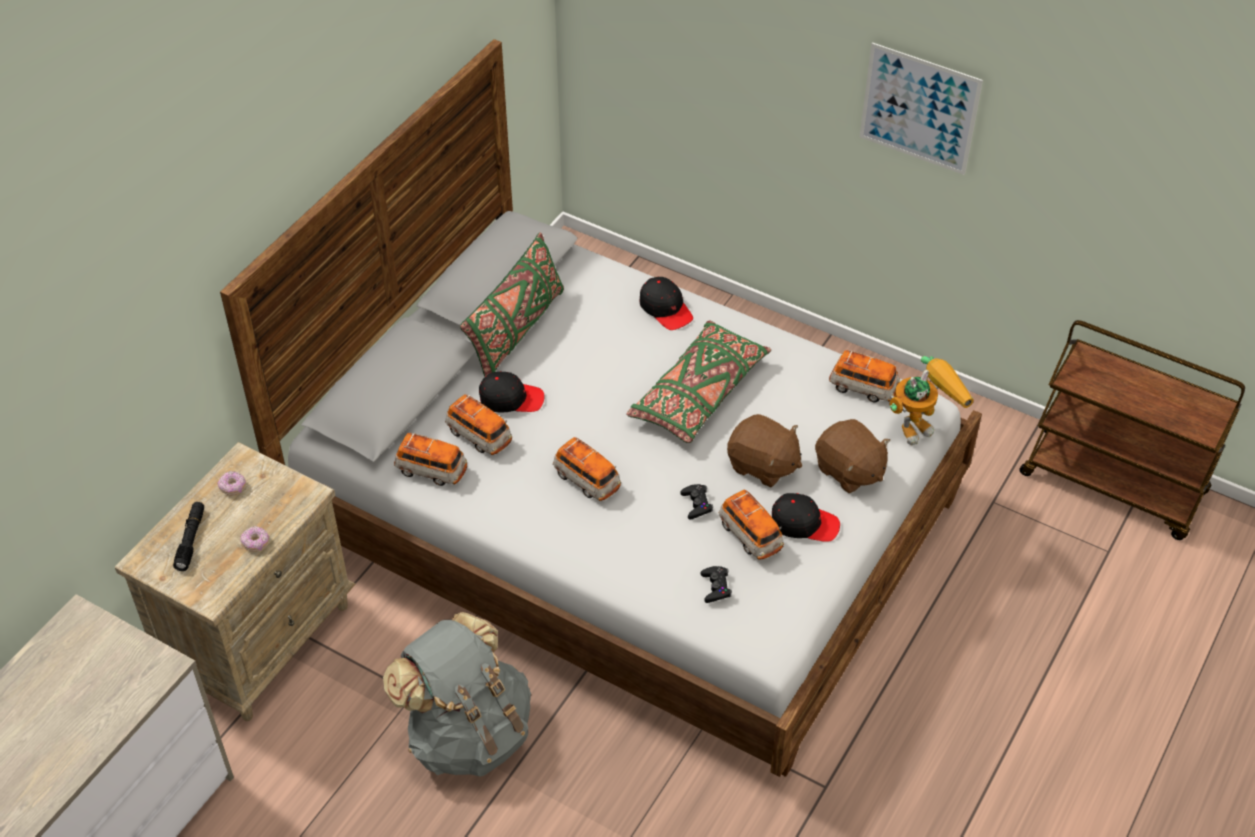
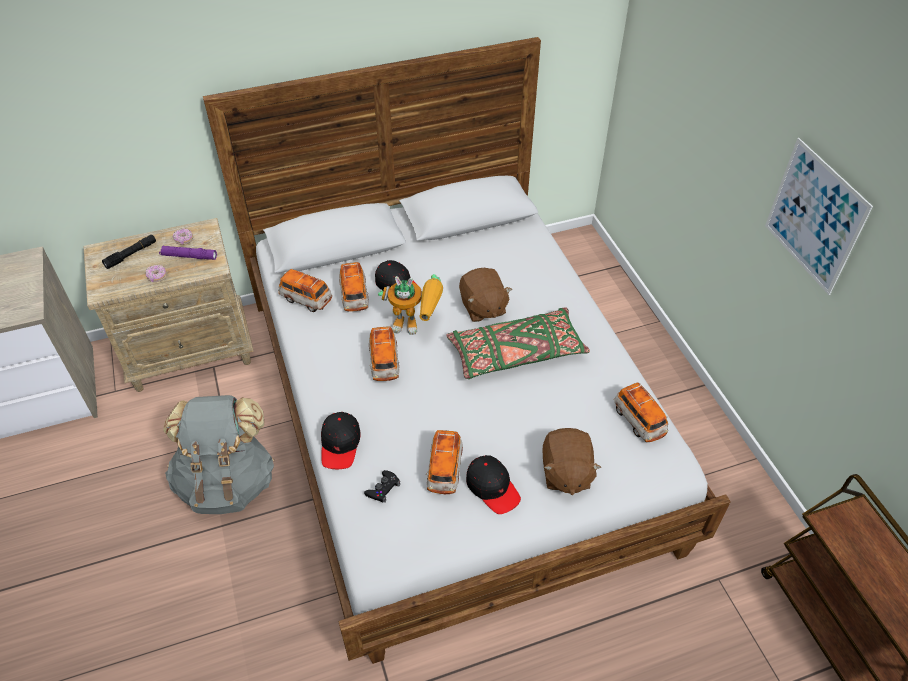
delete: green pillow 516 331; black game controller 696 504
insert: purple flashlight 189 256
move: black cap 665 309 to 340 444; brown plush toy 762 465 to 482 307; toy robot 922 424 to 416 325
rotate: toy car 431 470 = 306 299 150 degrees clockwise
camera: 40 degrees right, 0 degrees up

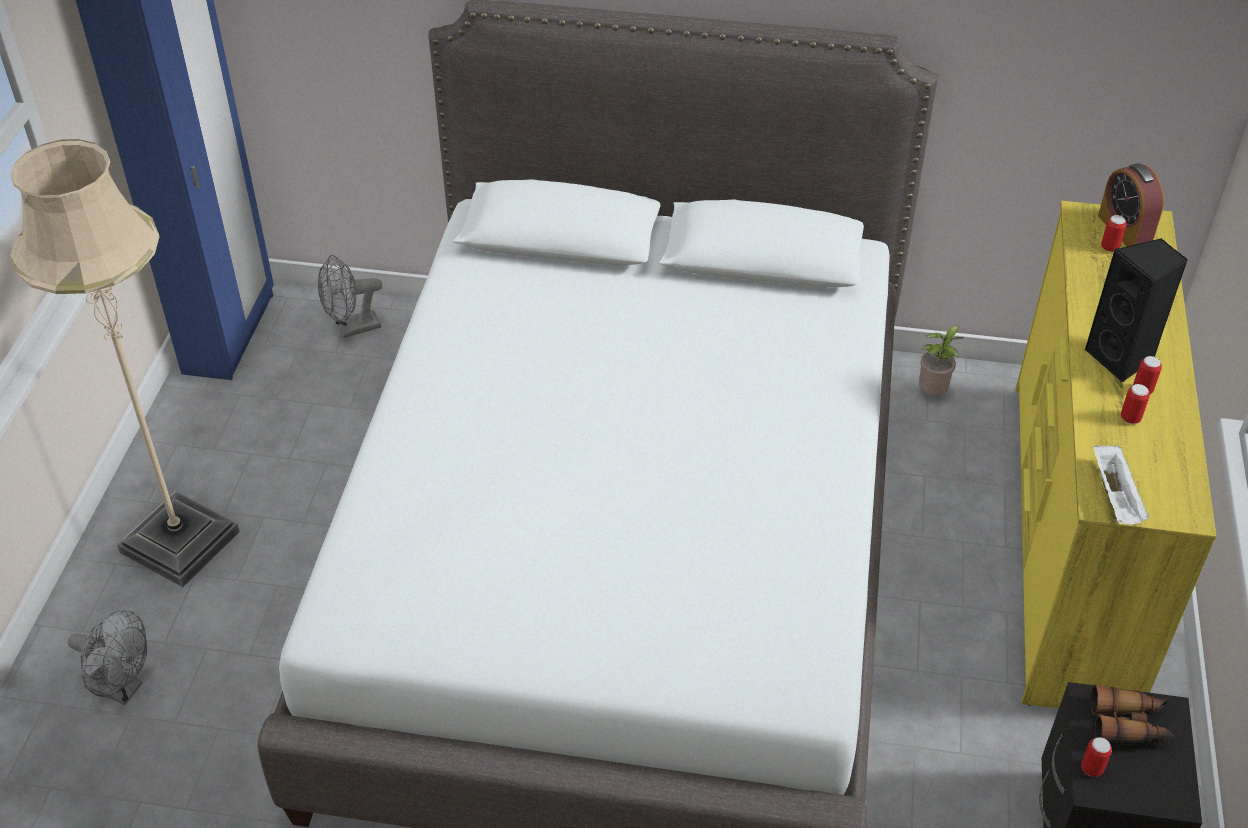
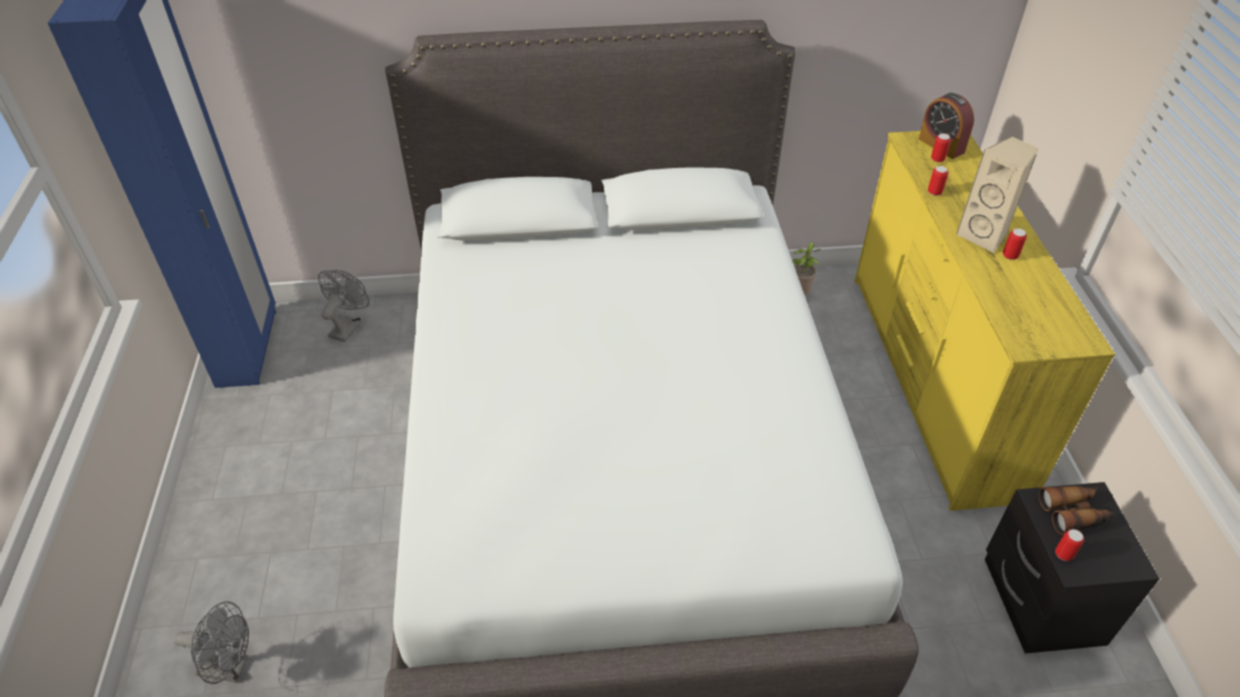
delete: beige floor lamp 180 542; white tray 1116 497
move: can 1130 418 to 934 192
recolor: black speaker 1122 358 to beige speaker 984 236
rotate: grey fan 352 329 = 348 326 150 degrees clockwise
camera: 15 degrees left, 0 degrees up

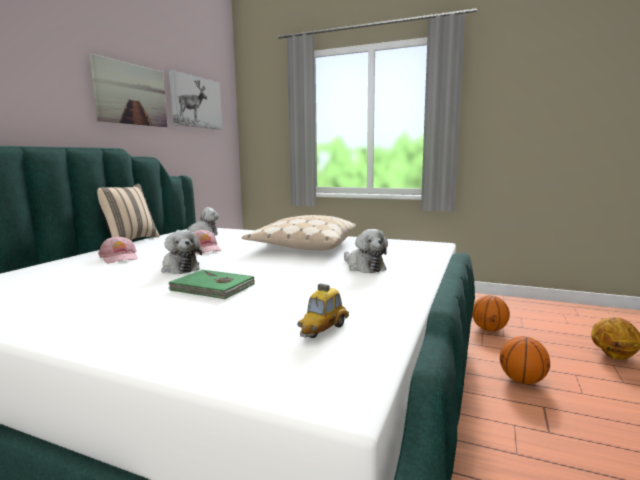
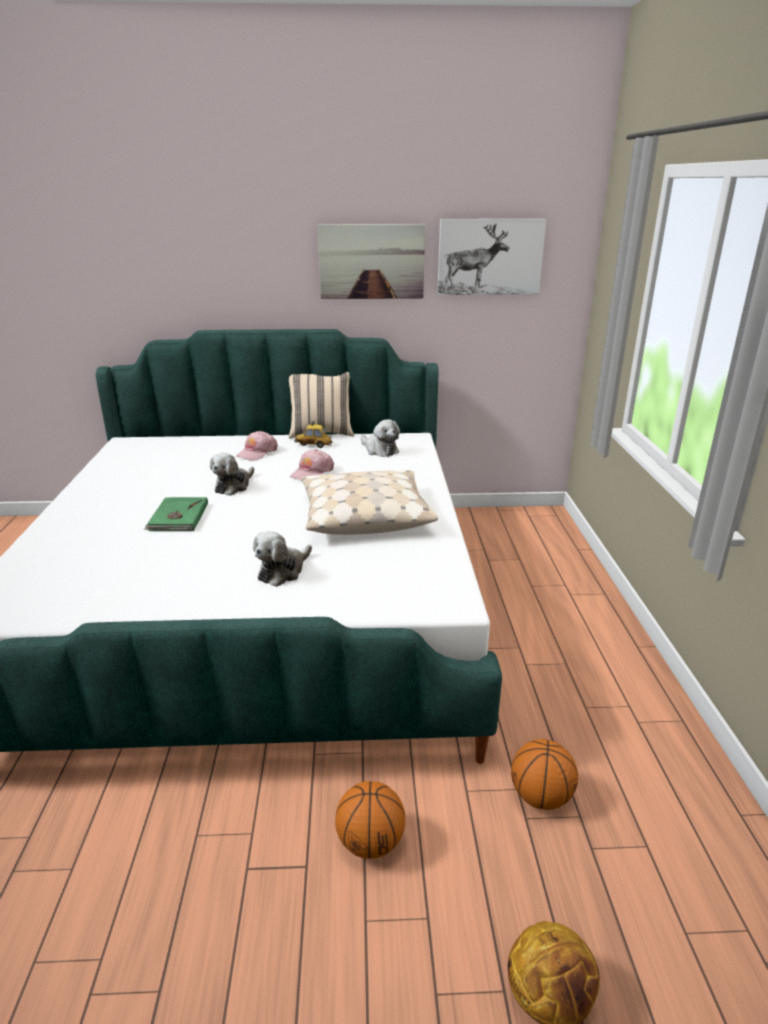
move: toy car 323 330 to 313 445
camera: 65 degrees right, 15 degrees up

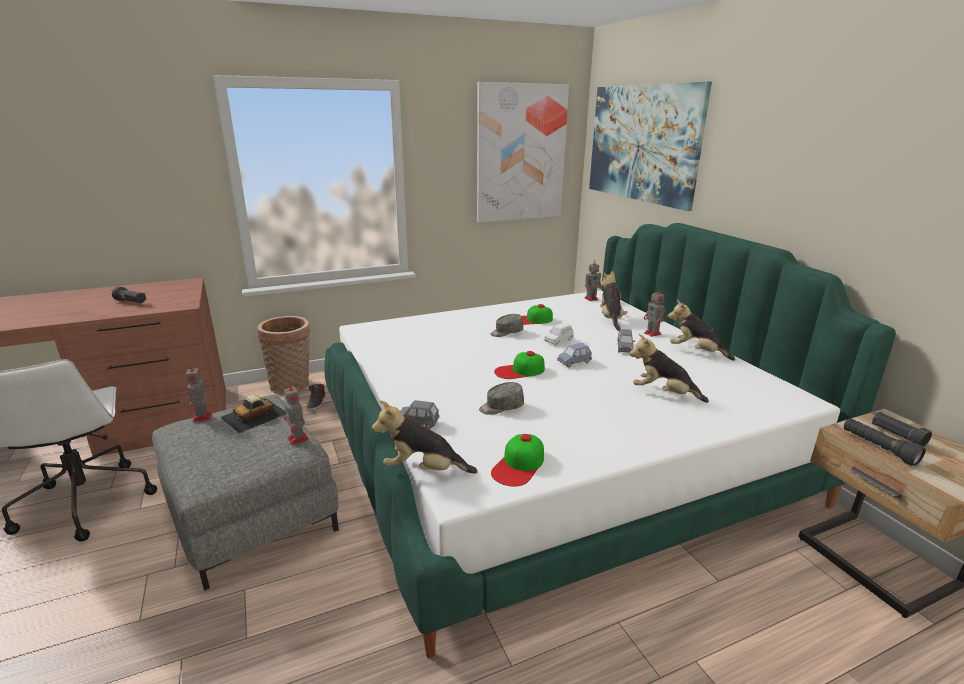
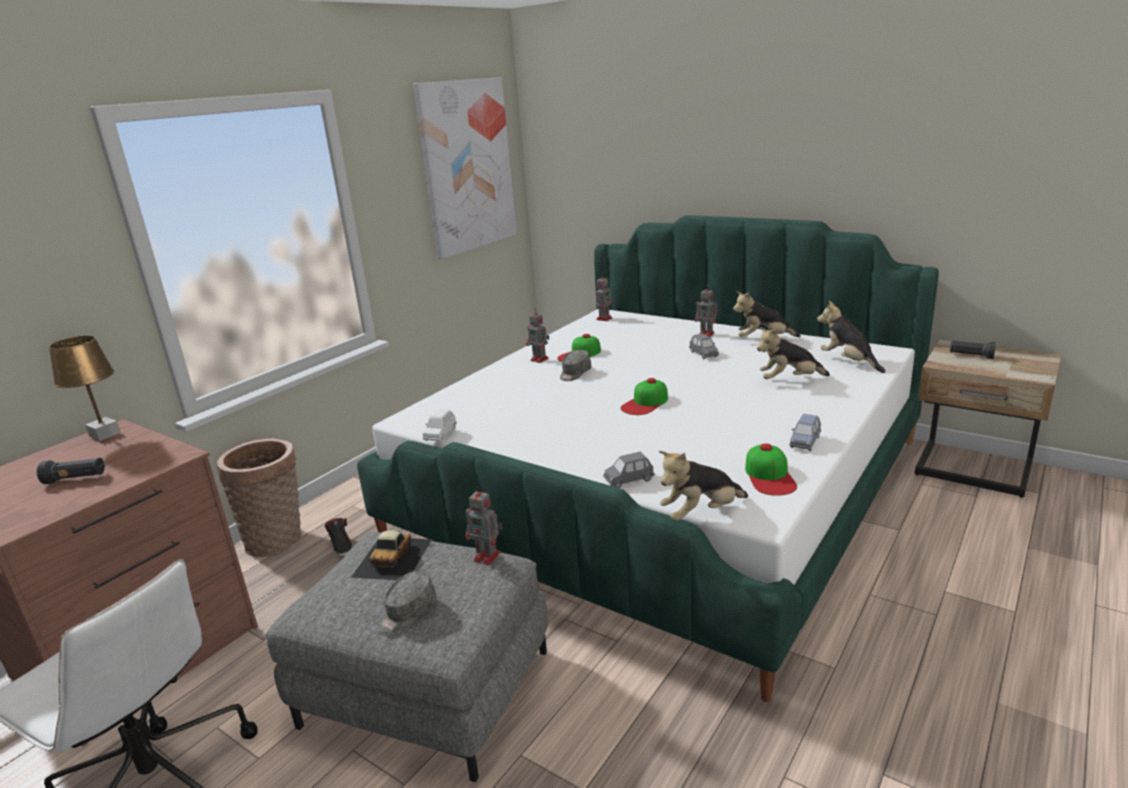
delete: picture 642 143; black flashlight 878 448
insert: brown table lamp 105 434
move: toy robot 202 417 to 540 359; grey cap 501 407 to 407 613; white toy car 558 341 to 440 435; blue toy car 574 362 to 805 442; plush toy 610 319 to 848 362
camera: 30 degrees left, 0 degrees up

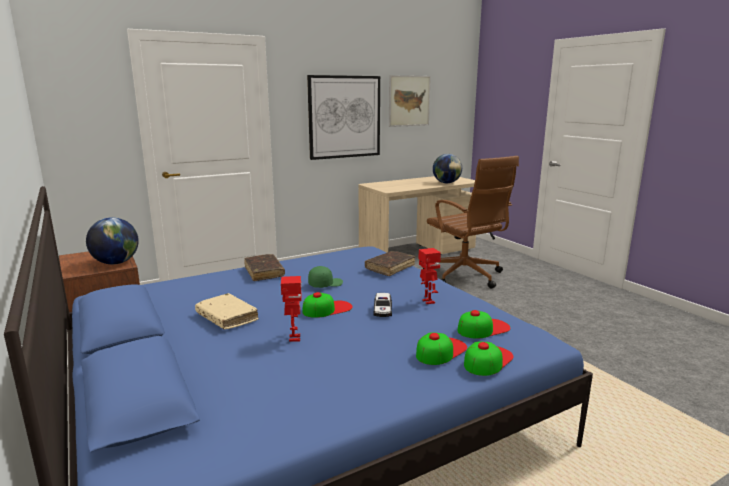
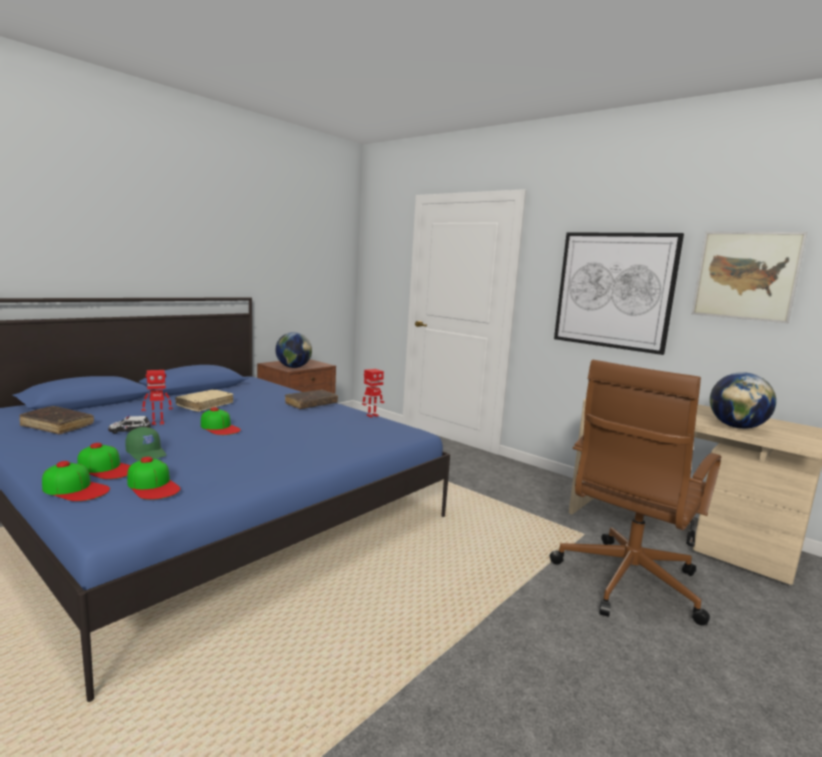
move: green cap 325 284 to 147 453; brown book 390 268 to 57 426; toy car 382 310 to 129 430; toy robot 427 301 to 372 415
camera: 70 degrees right, 5 degrees down

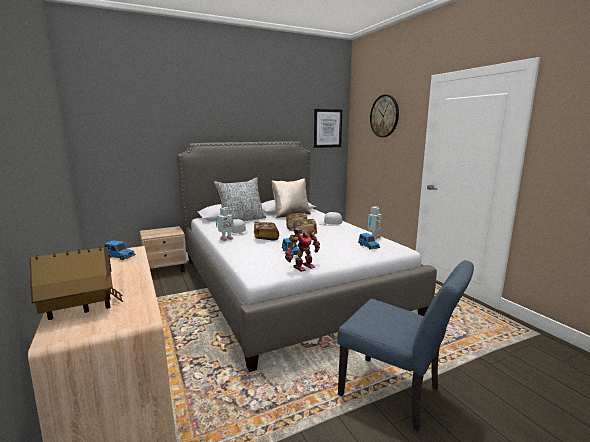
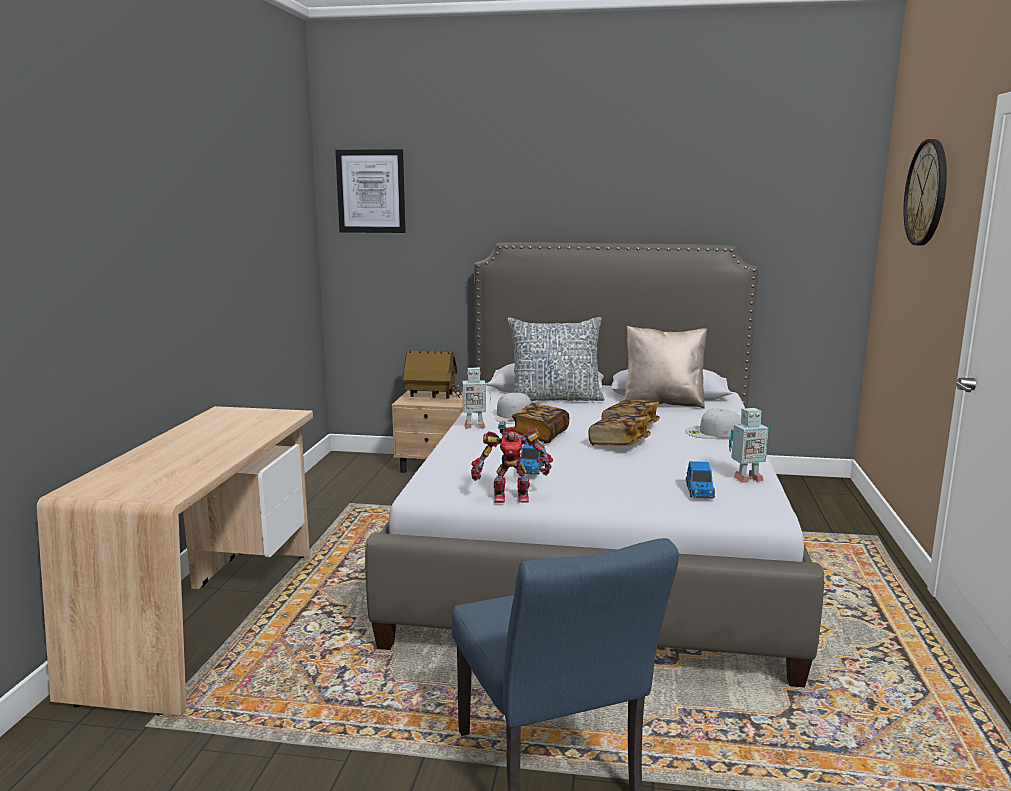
delete: toy car 120 257
move: toy house 80 309 to 431 396; picture 327 128 to 371 191
camera: 35 degrees right, 0 degrees up

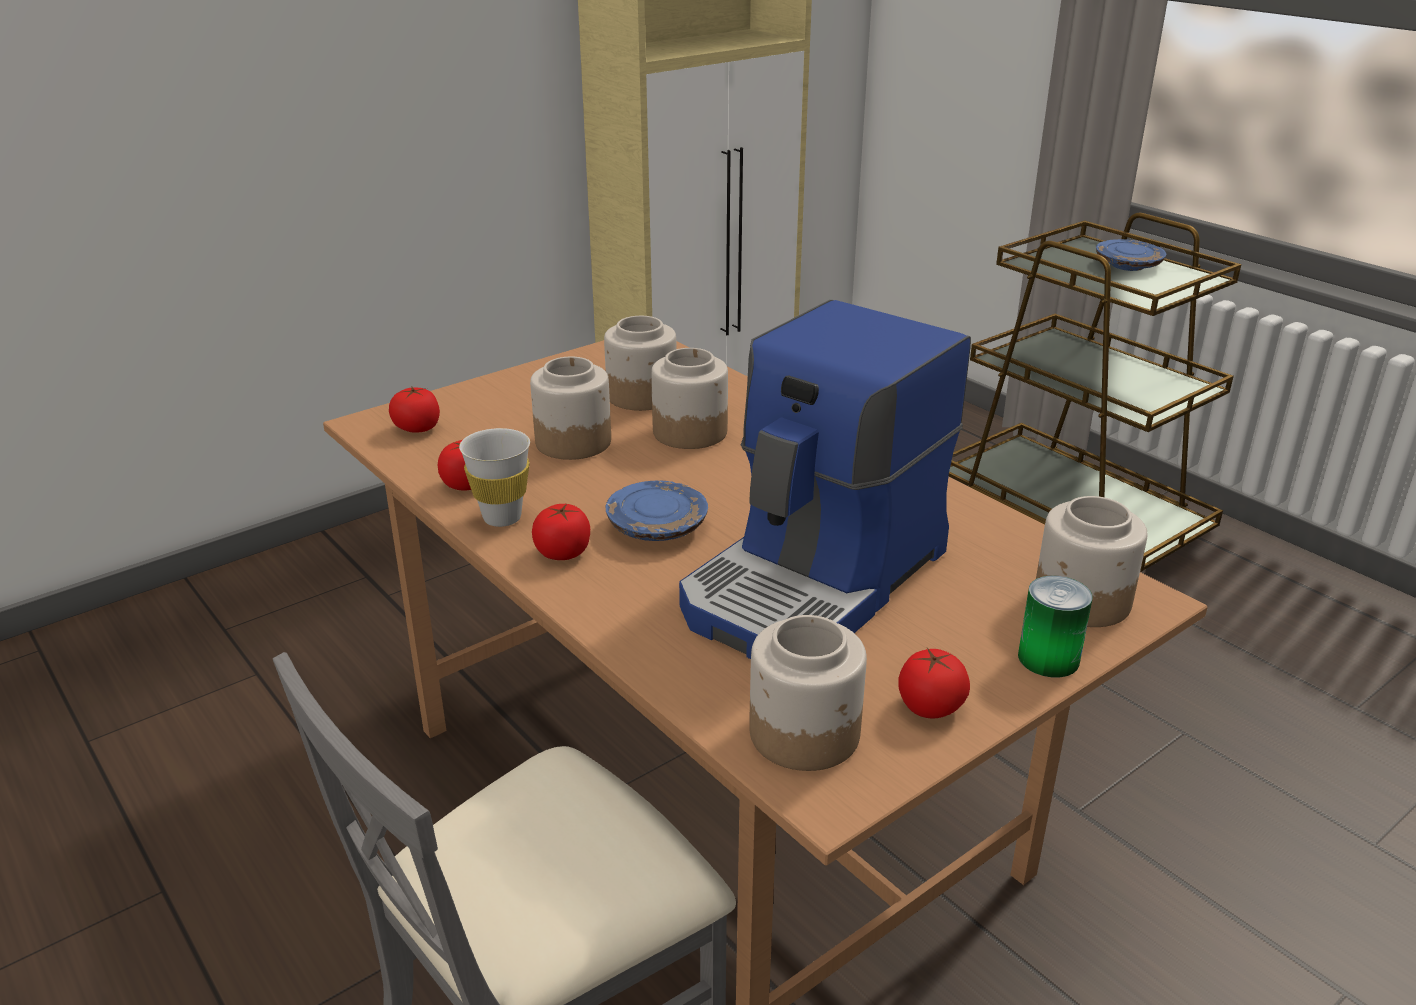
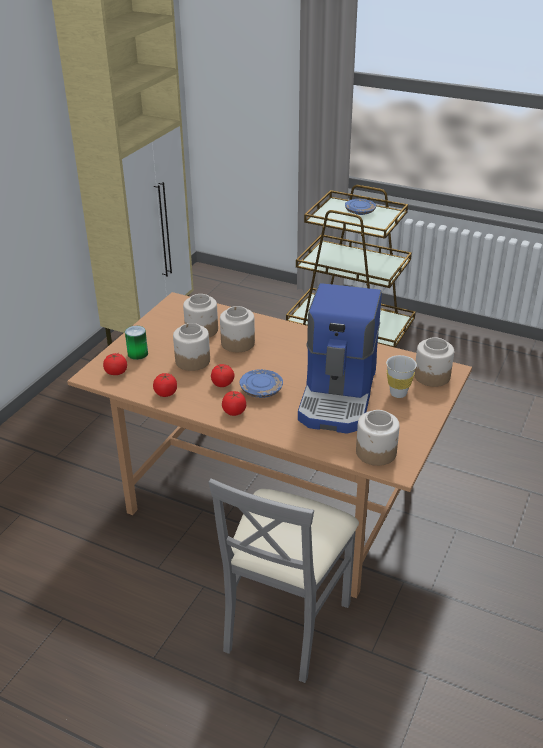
move: white cup 502 518 to 398 393; tomato 930 707 to 222 384; can 1048 658 to 137 353
camera: 25 degrees left, 5 degrees up

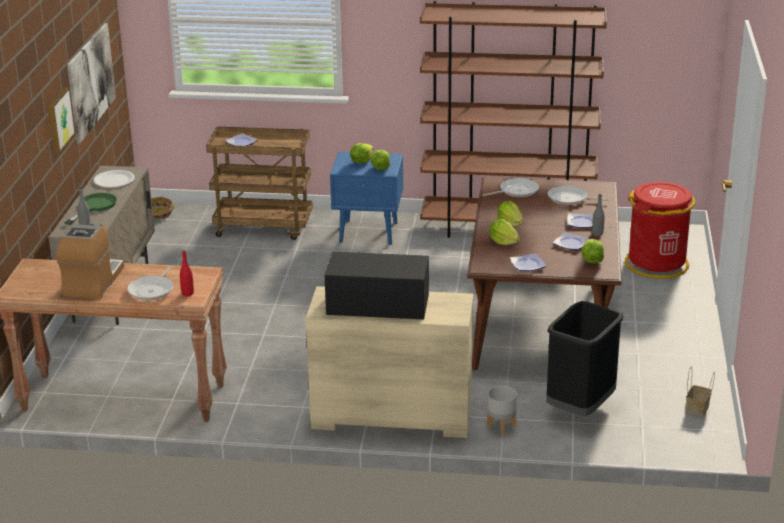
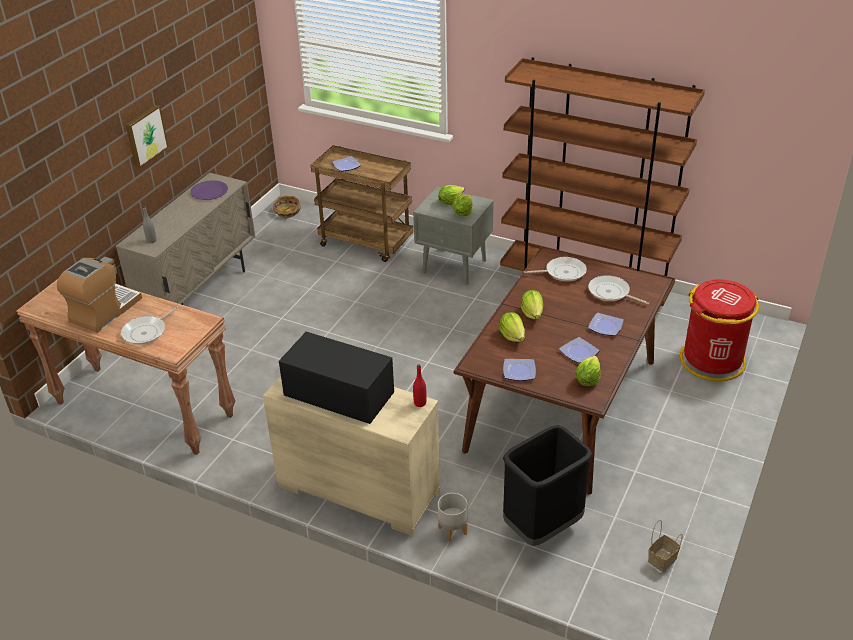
delete: green frying pan 94 207; picture 91 81; grey bottle 597 234
move: red bottle 187 293 to 420 403
recolor: white plate 114 180 to purple plate 209 191; blue nightstand 369 233 to grey nightstand 455 267
camera: 20 degrees right, 10 degrees up

